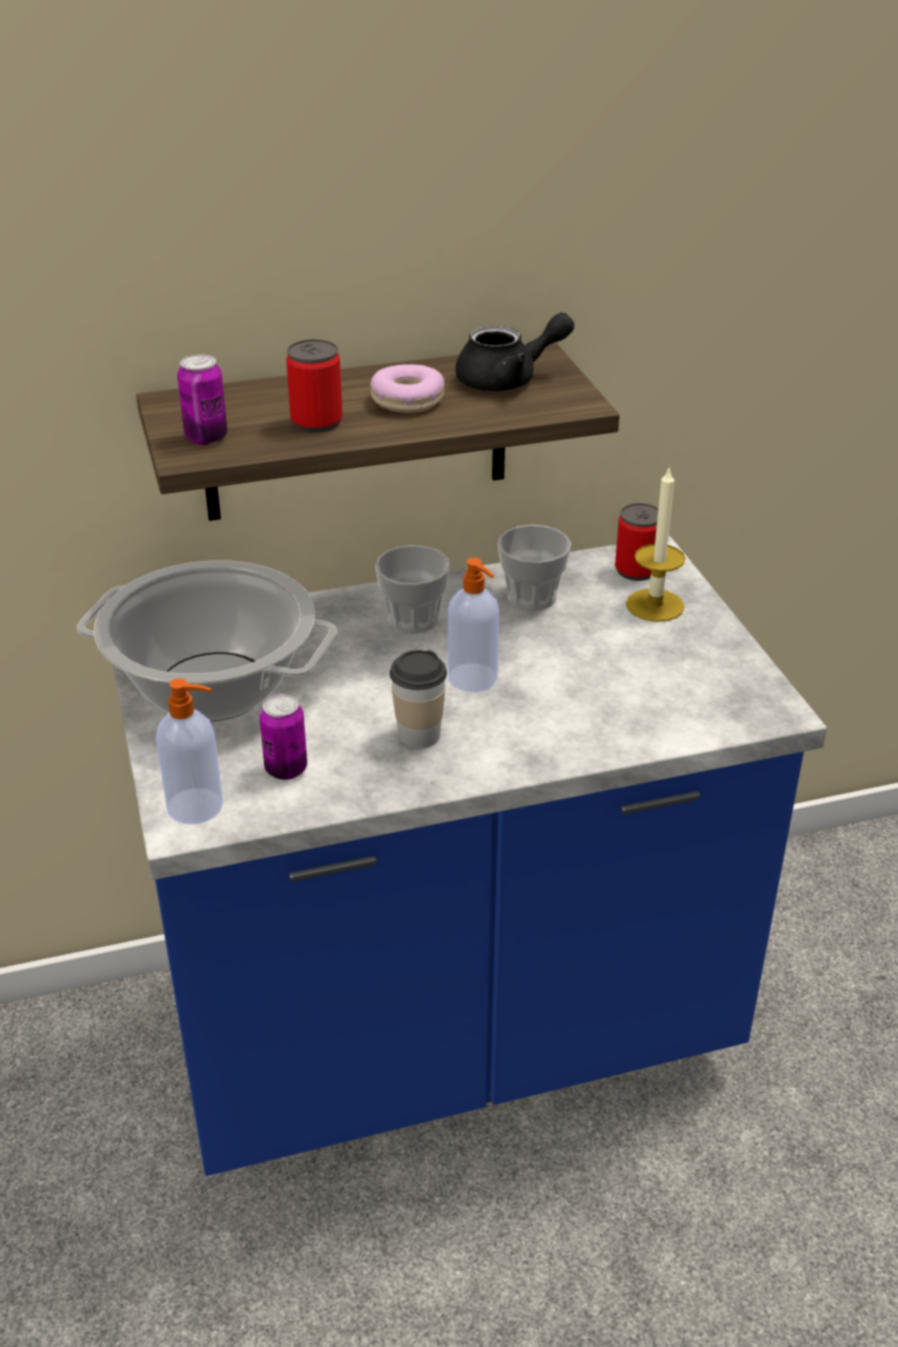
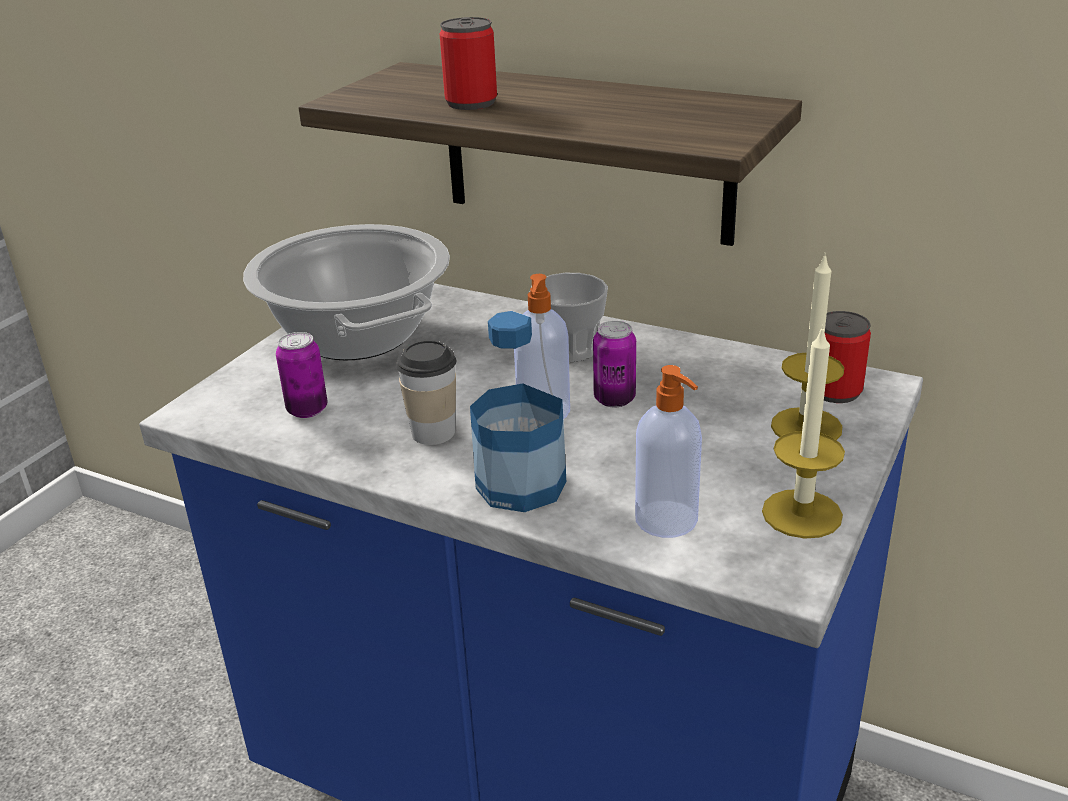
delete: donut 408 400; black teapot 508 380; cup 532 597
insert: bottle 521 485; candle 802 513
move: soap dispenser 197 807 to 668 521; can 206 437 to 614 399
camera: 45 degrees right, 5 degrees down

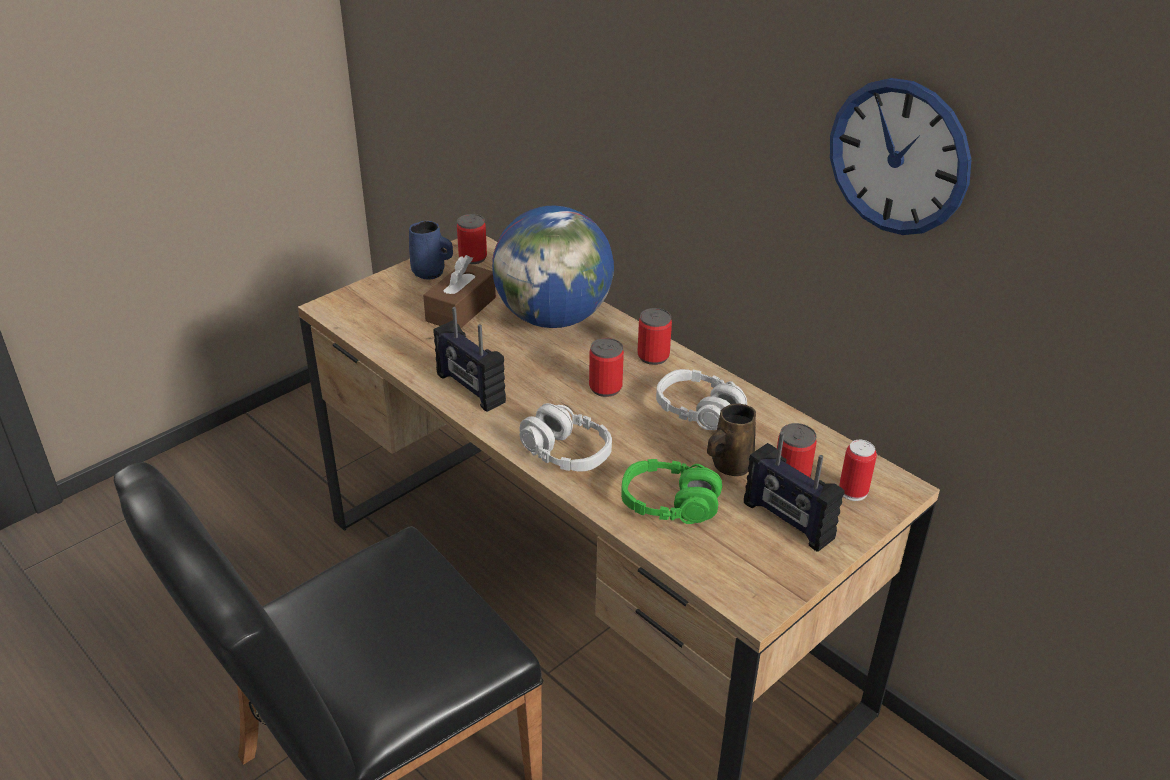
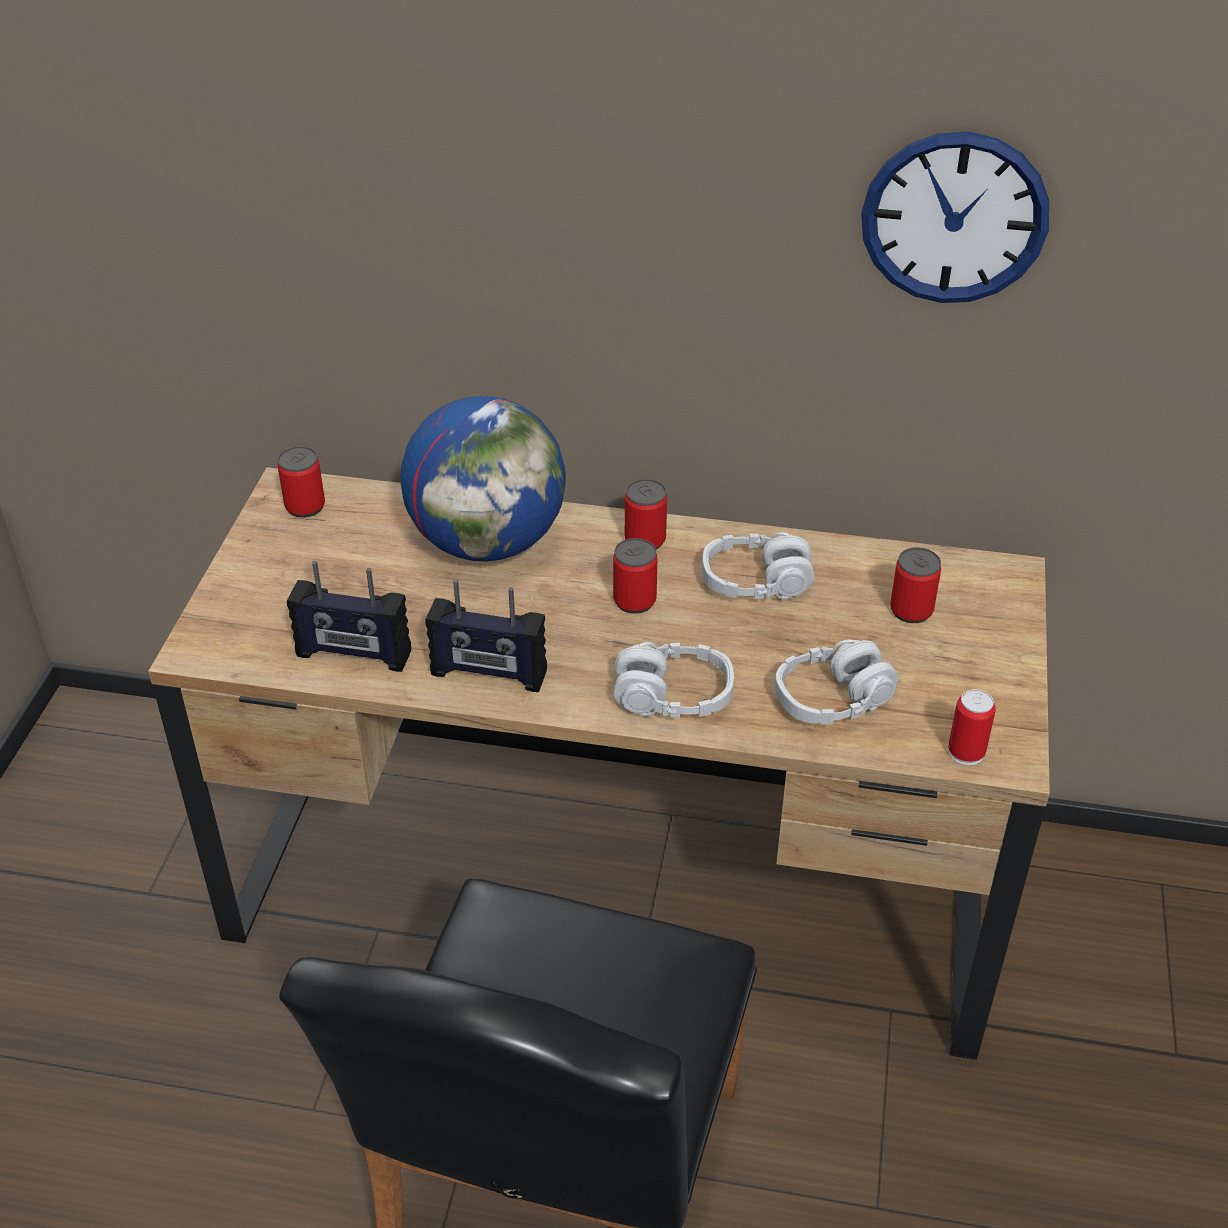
delete: blue mug 430 273; brown tissue box 461 309; brown mug 729 465
move: radio 787 521 to 353 655; can 853 491 to 966 752
recolor: green headphones 669 504 to grey headphones 832 698
camera: 35 degrees left, 5 degrees up

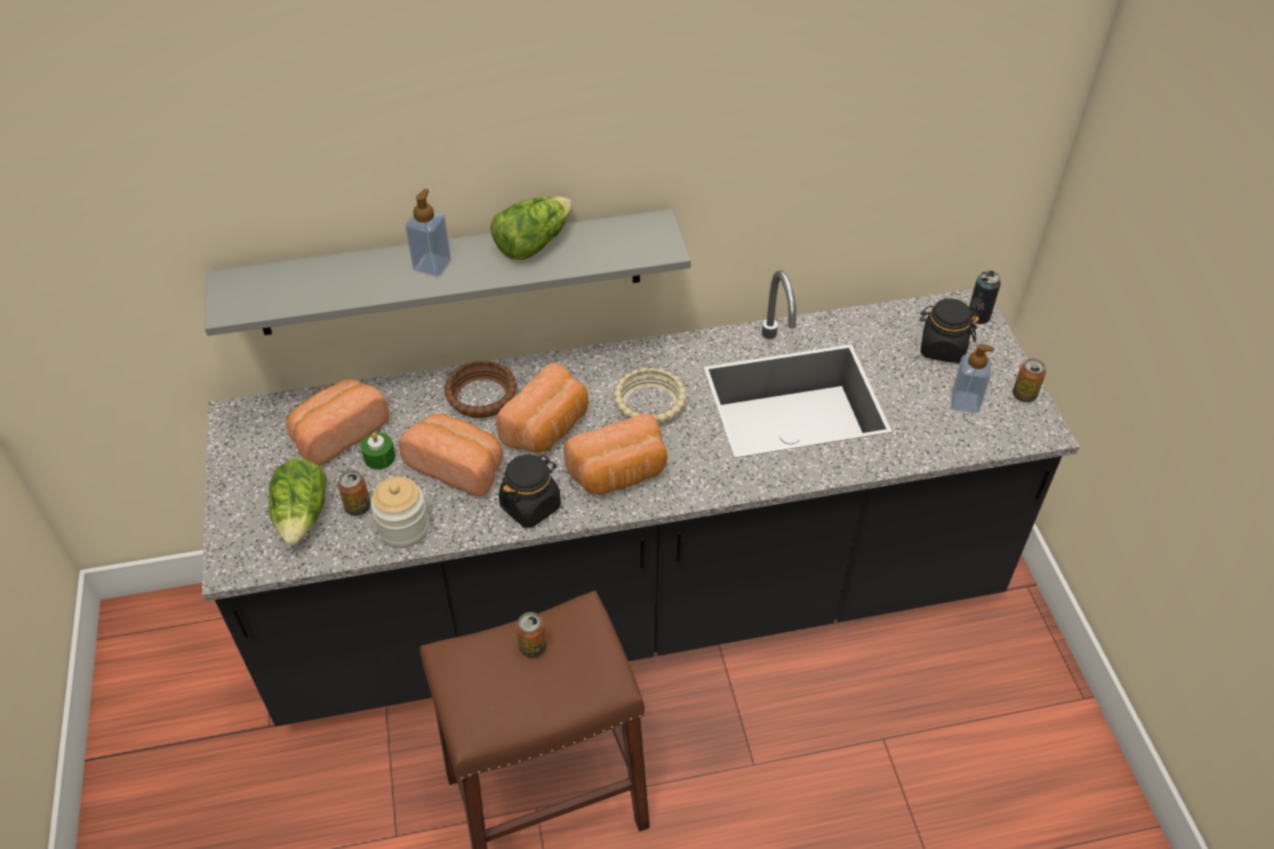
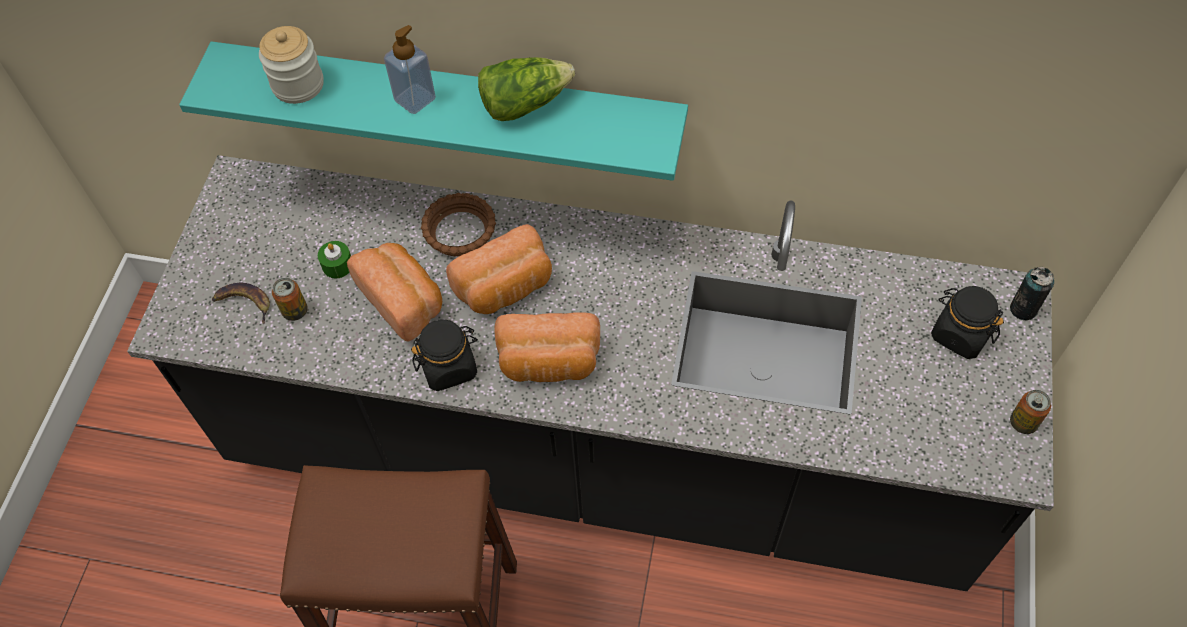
delete: bread 338 434; can 533 647; beige bowl 650 404; soap dispenser 965 402
move: jar 404 528 to 298 85
replace: lettuce 303 516 to banana 244 303
recolor: grey shelf 450 273 to turquoise shelf 449 104
camera: 25 degrees right, 10 degrees up

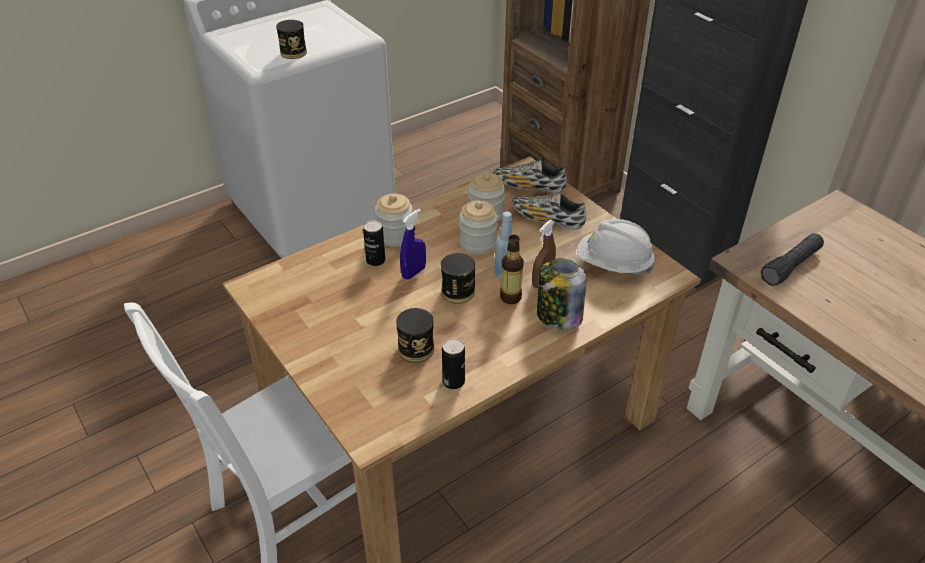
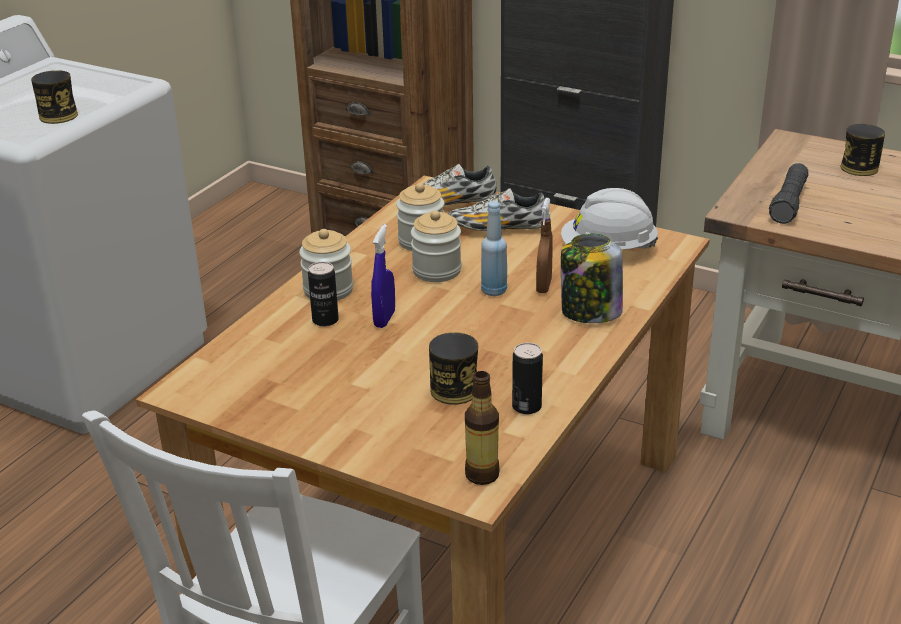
move: can 458 292 to 859 168; bottle 510 297 to 482 475
camera: 25 degrees left, 10 degrees down

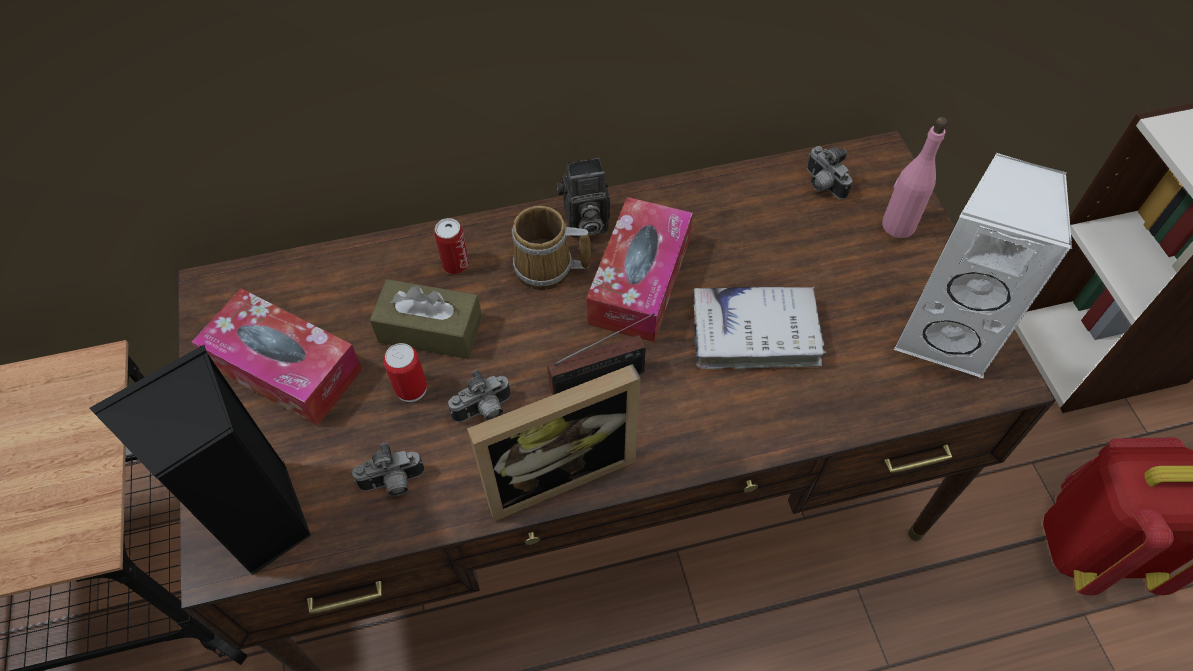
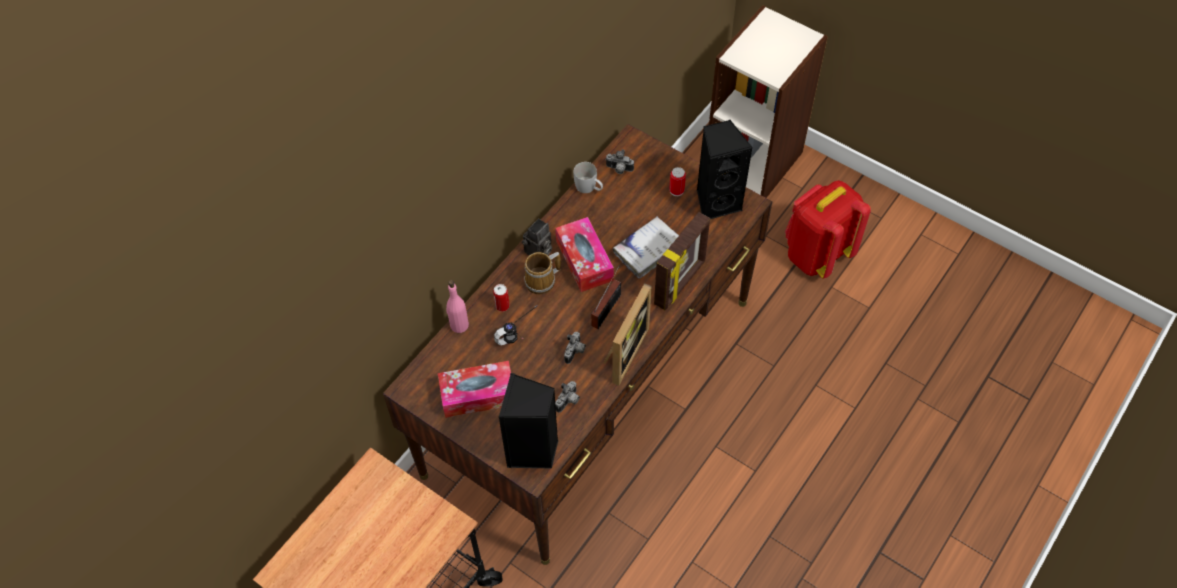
insert: white mug 589 188; picture frame 680 283
move: can 411 388 to 676 190; pink bottle 898 225 to 459 325
replace: brown tissue box 430 330 to headphones 521 338
recolor: white speaker 946 334 to black speaker 716 202
camera: 40 degrees left, 0 degrees up

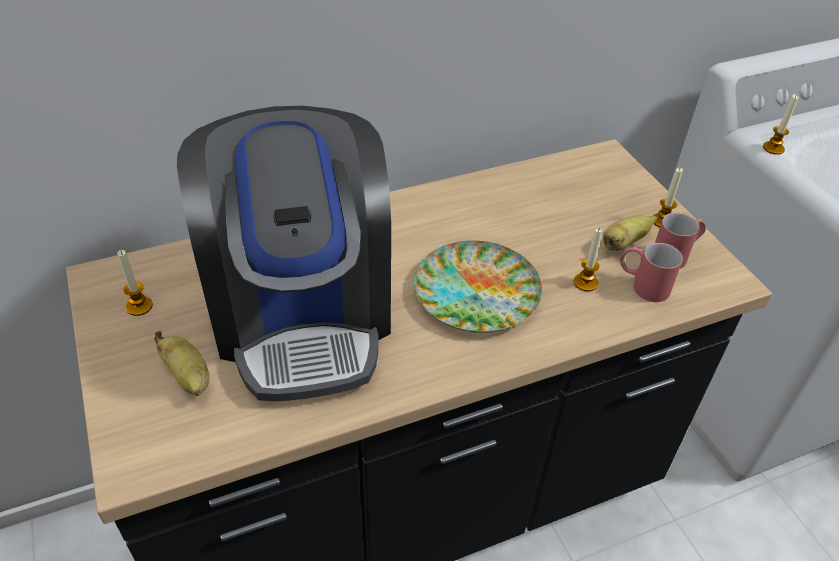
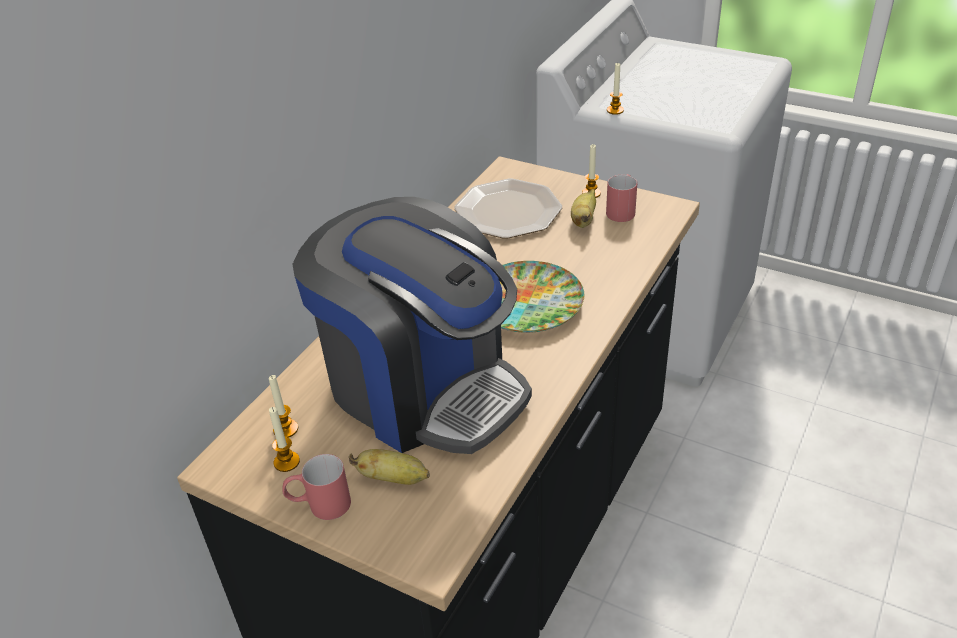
insert: plate 507 210
move: candle 585 283 to 285 429; red mug 642 285 to 319 505
camera: 35 degrees left, 5 degrees down

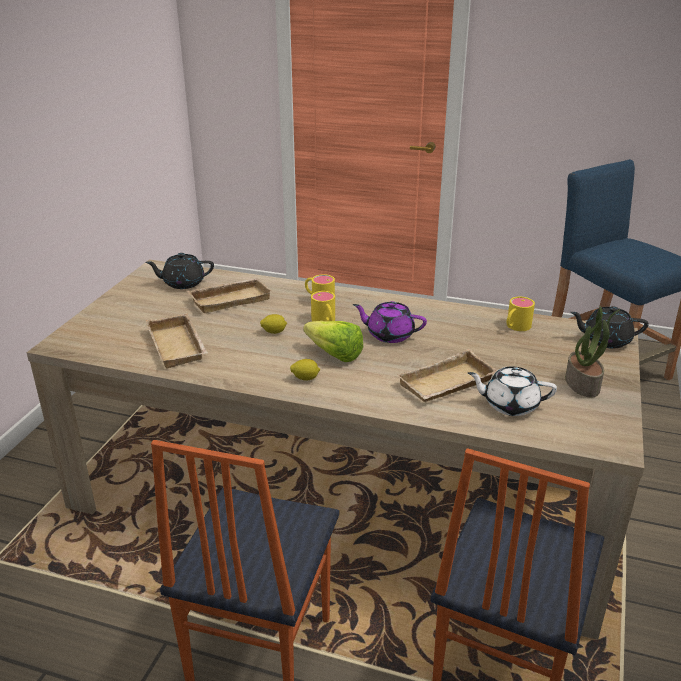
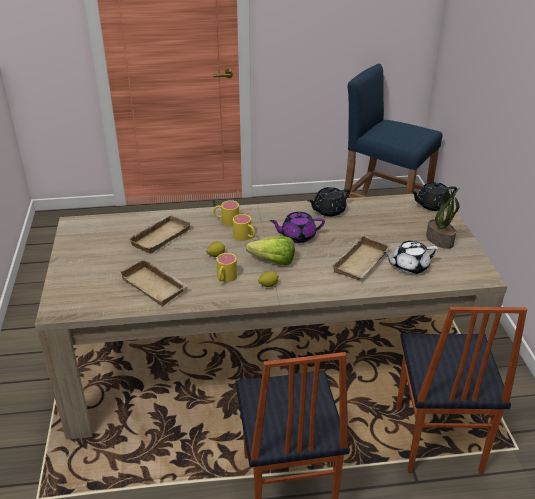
move: black teapot 183 283 to 328 210; yellow mug 515 327 to 225 278
camera: 25 degrees left, 5 degrees up

